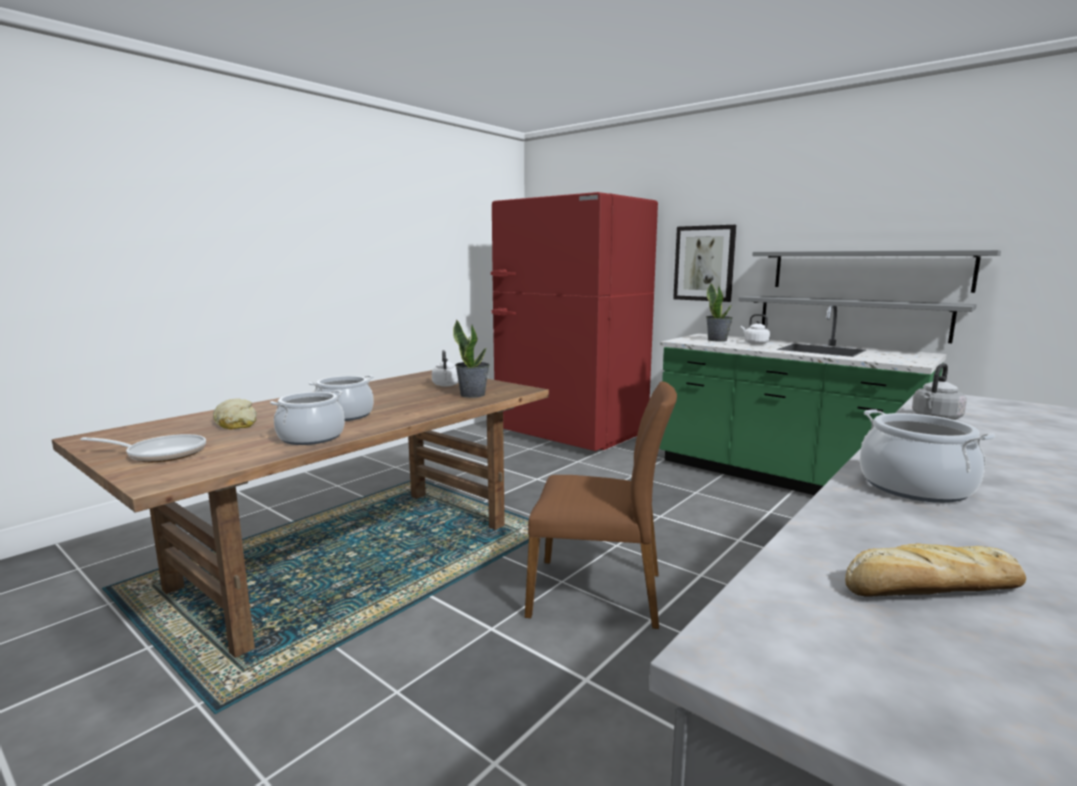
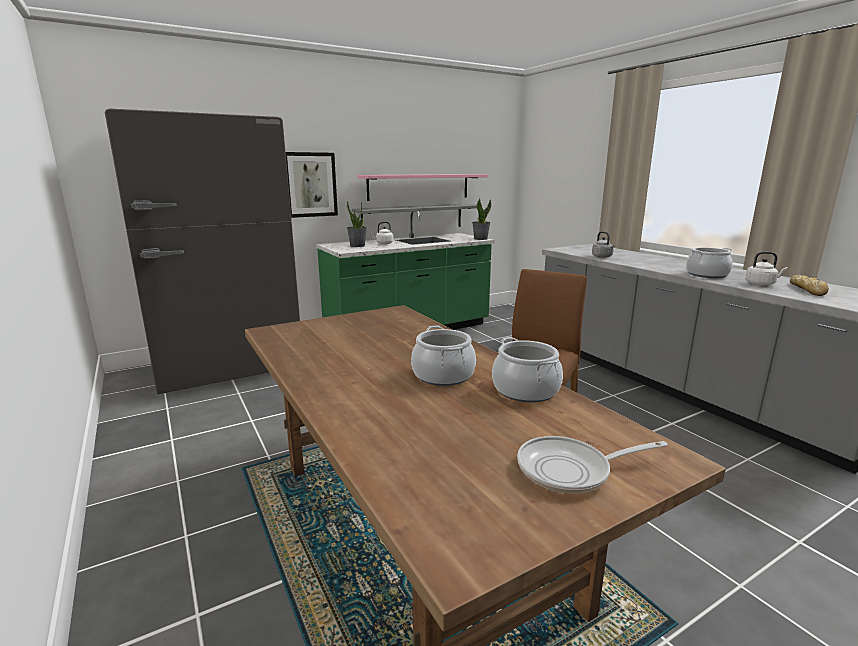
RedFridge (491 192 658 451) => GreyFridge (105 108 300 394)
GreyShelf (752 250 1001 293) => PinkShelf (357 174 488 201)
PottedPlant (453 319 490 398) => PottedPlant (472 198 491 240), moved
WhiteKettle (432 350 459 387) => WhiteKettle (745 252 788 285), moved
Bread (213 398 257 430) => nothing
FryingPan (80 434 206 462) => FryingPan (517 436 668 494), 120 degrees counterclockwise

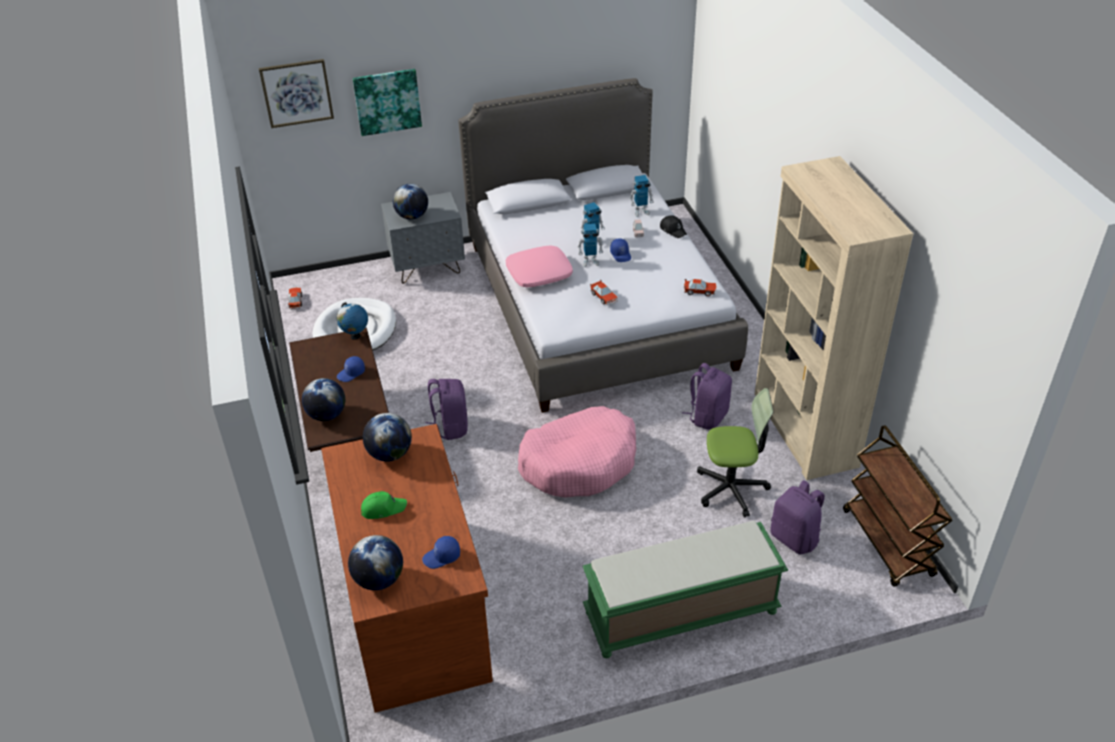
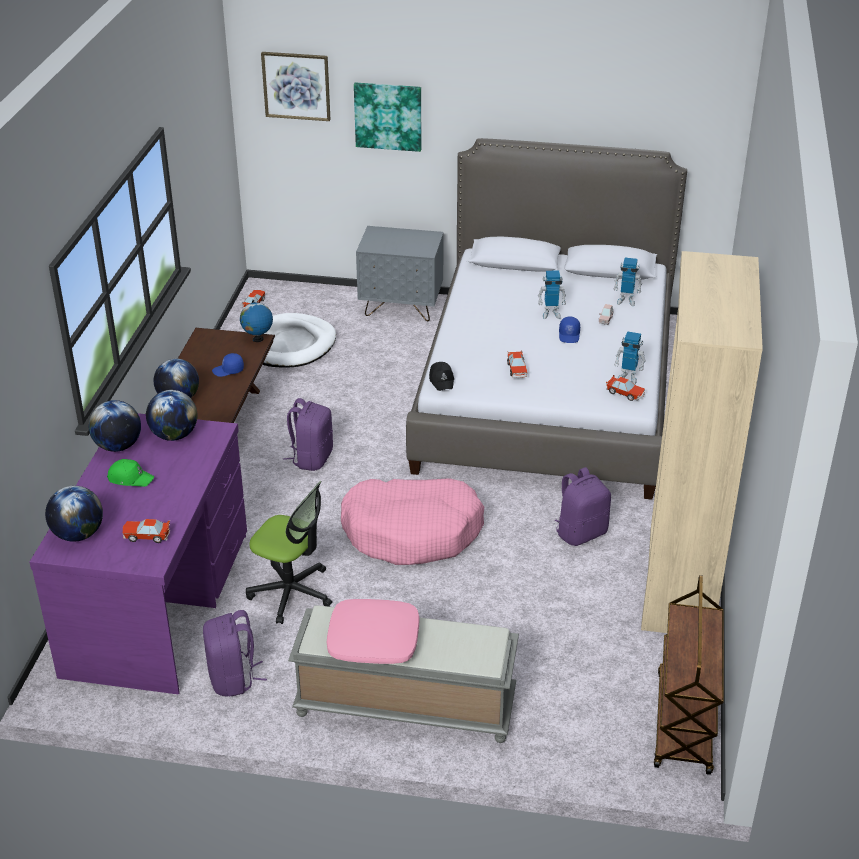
Globe (393 184 428 220) => Globe (89 400 141 452), moved
BlackCap (660 215 687 238) => BlackCap (429 362 454 391), moved
ToyRobot (578 224 603 267) => ToyRobot (614 331 646 384), moved
PinkPillow (506 245 573 287) => PinkPillow (327 599 420 664), moved
OfficeChair (697 388 774 518) => OfficeChair (246 481 332 624), moved
BrownDesk (321 424 493 713) => PurpleDesk (30 413 247 694)
PurpleBackpack (770 480 825 554) => PurpleBackpack (203 610 267 697), moved
GreenBench (582 521 788 658) => GreyBench (288 605 519 743)
BlueCap (422 536 460 569) => ToyCar (123 519 170 543)

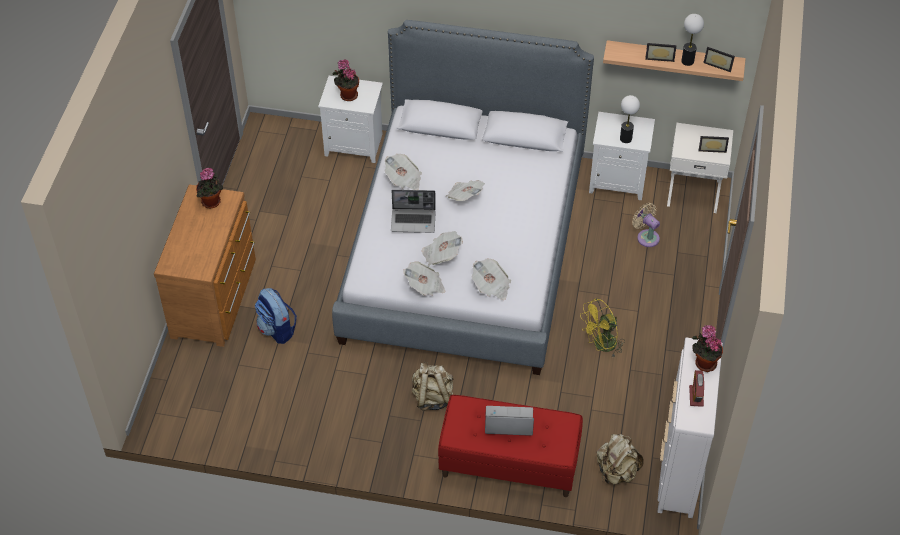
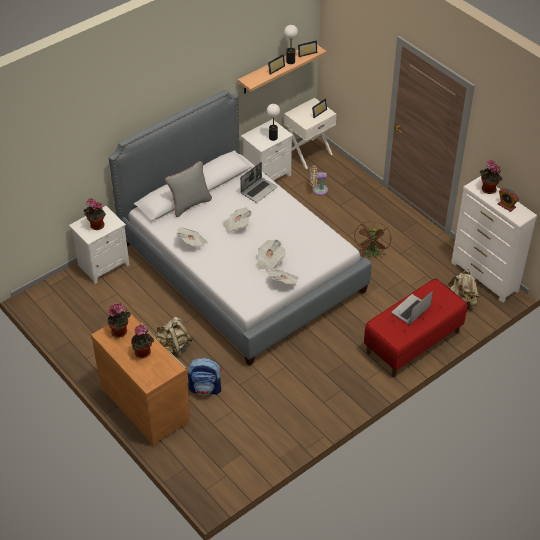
Laptop (391 190 436 233) => Laptop (240 162 277 203), moved
Newspaper (472 259 511 300) => nothing
YellowFan (580 298 625 357) => BrownFan (354 221 391 257)
BeigeBackpack (412 362 453 411) => BeigeBackpack (155 317 193 357), moved
nothing => GreyPillow (165 161 212 217)
nothing => PottedPlant (131 324 154 358)

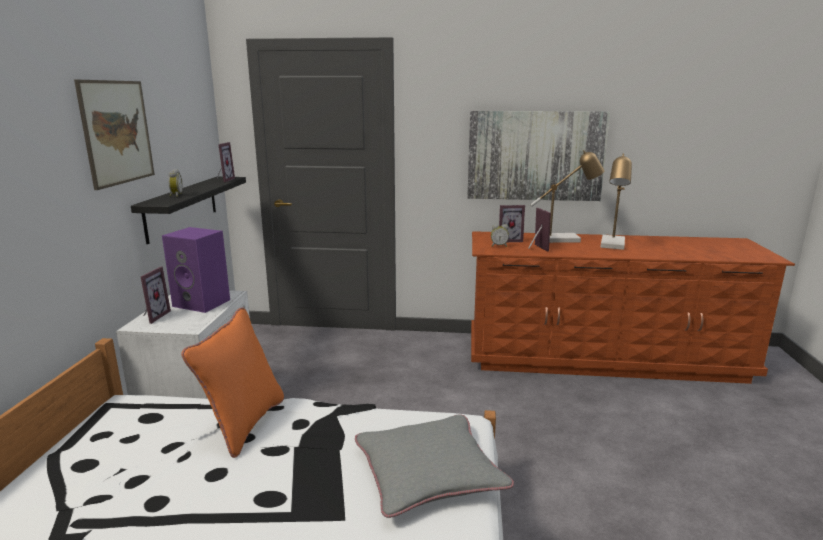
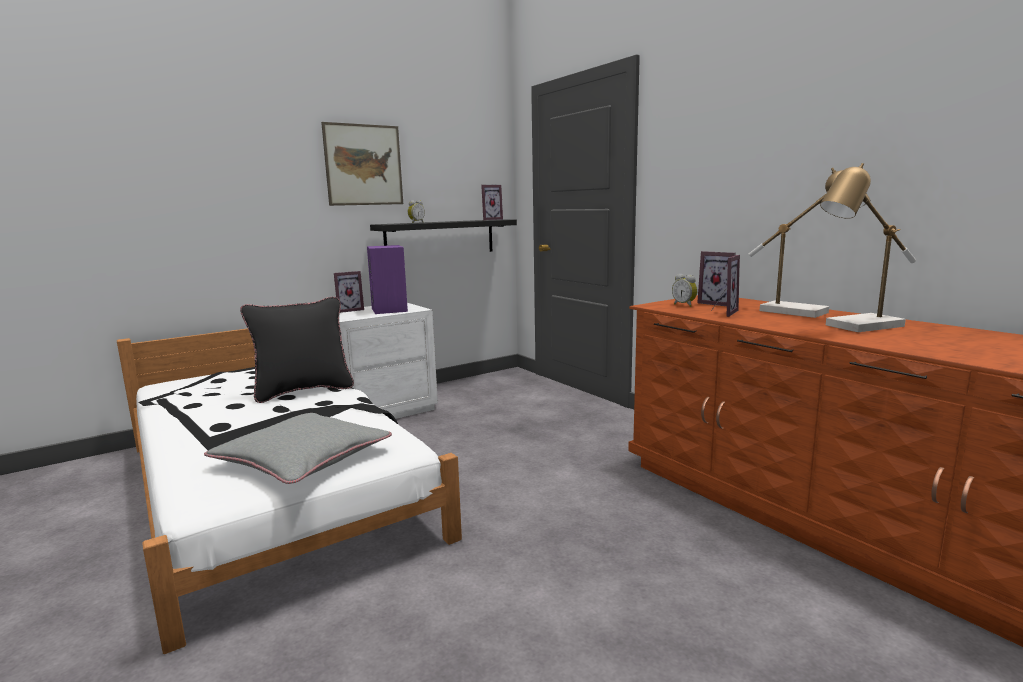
Picture (467 111 610 201) => nothing
OrangePillow (181 307 284 458) => BlackPillow (240 297 354 403)

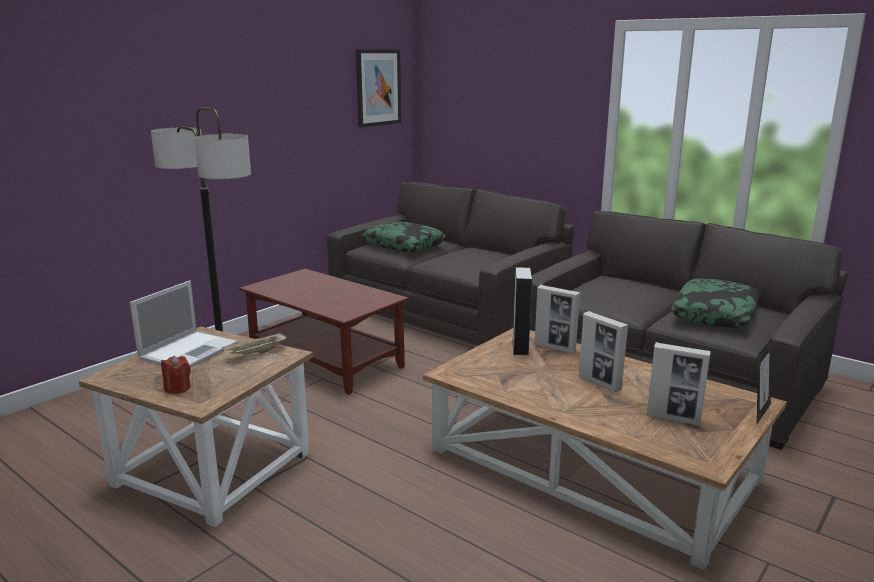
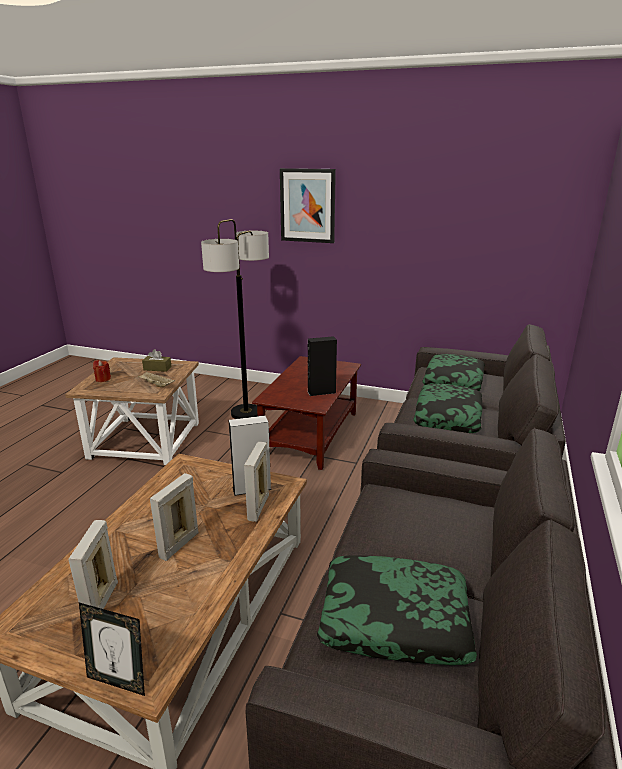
Picture (356 49 401 127) => Picture (280 168 336 243), moved
Laptop (130 280 238 367) => BrownTissueBox (142 349 172 372)
nothing => BlackSpeaker (308 336 337 396)
nothing => Pillow (413 384 482 433)

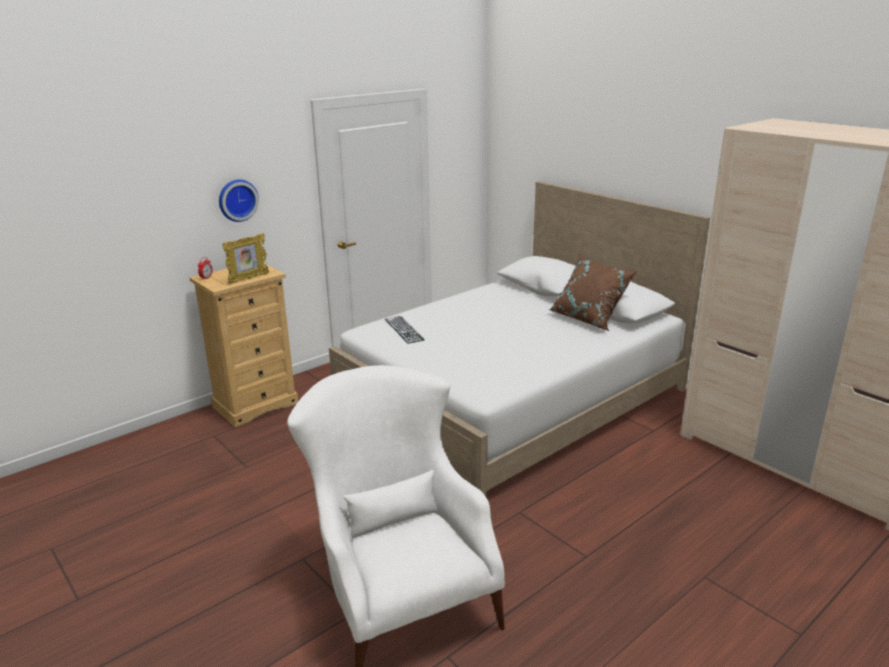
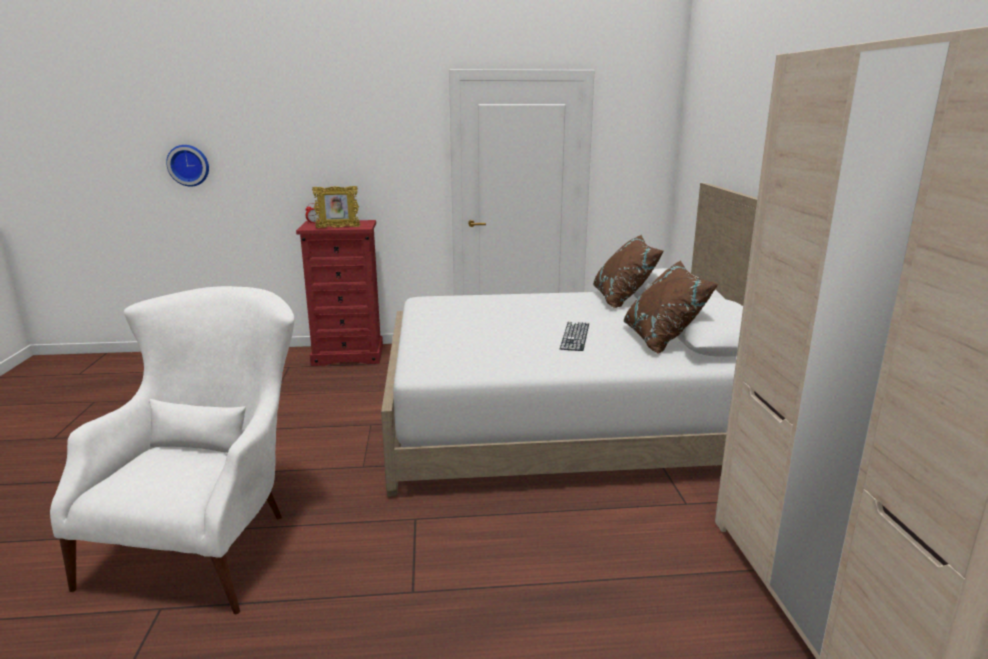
WallClock (219 179 259 222) => WallClock (166 145 209 187), moved
BeigeDresser (189 264 298 427) => RedDresser (296 220 383 366)
Keyboard (385 316 425 344) => Keyboard (560 322 589 351), moved
nothing => BrownPillow (593 235 663 308)

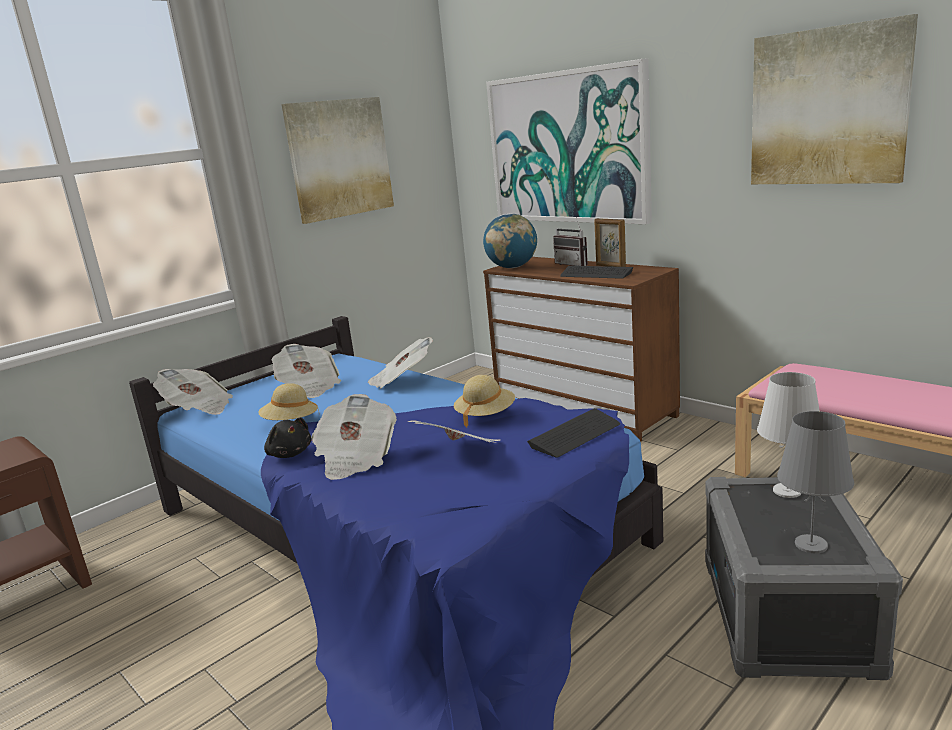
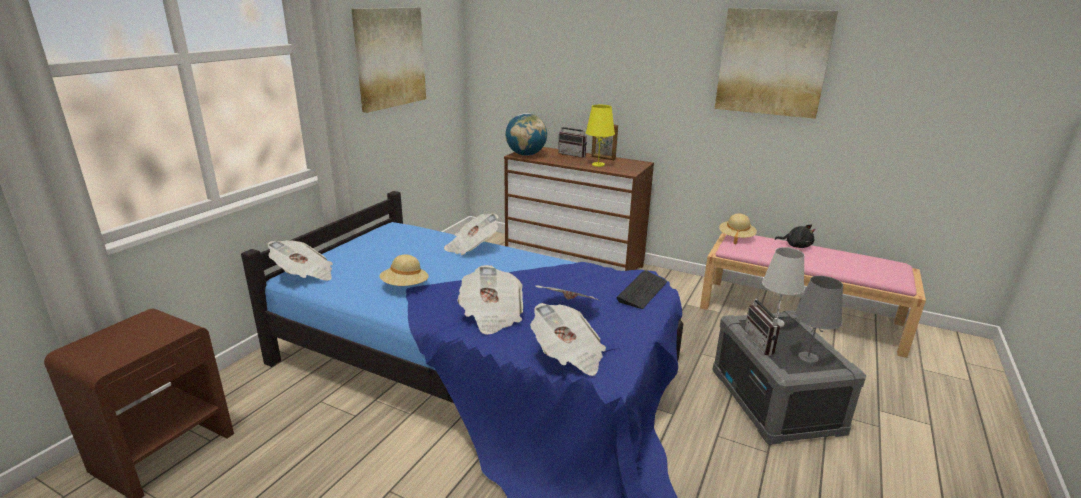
Picture (486 59 652 224) => nothing
Keyboard (560 266 633 279) => YellowTableLamp (586 105 615 167)
Newspaper (272 344 341 398) => Newspaper (530 303 606 376), moved
BeigeHat (454 375 515 427) => BeigeHat (719 214 757 245), moved
BlackPlushToy (264 417 311 458) => BlackPlushToy (775 225 816 248), moved
nothing => Radio (744 296 782 356)

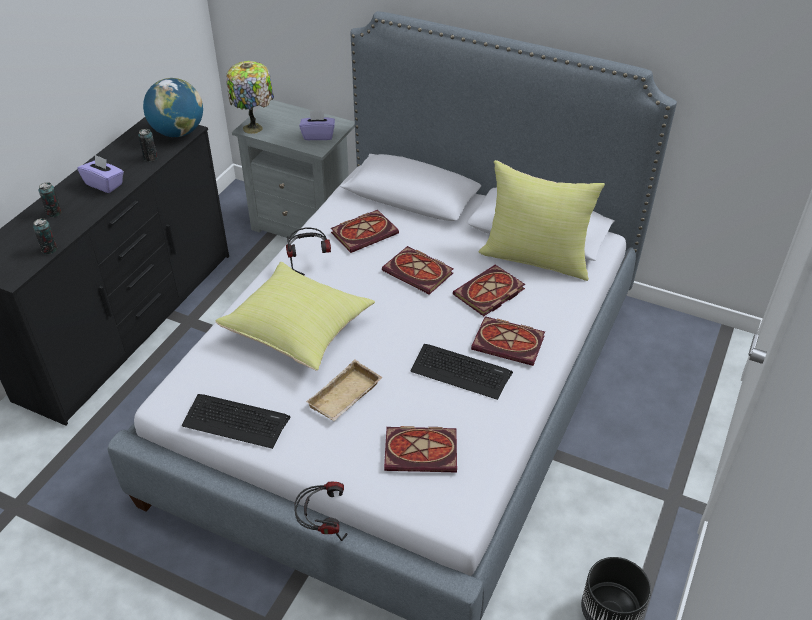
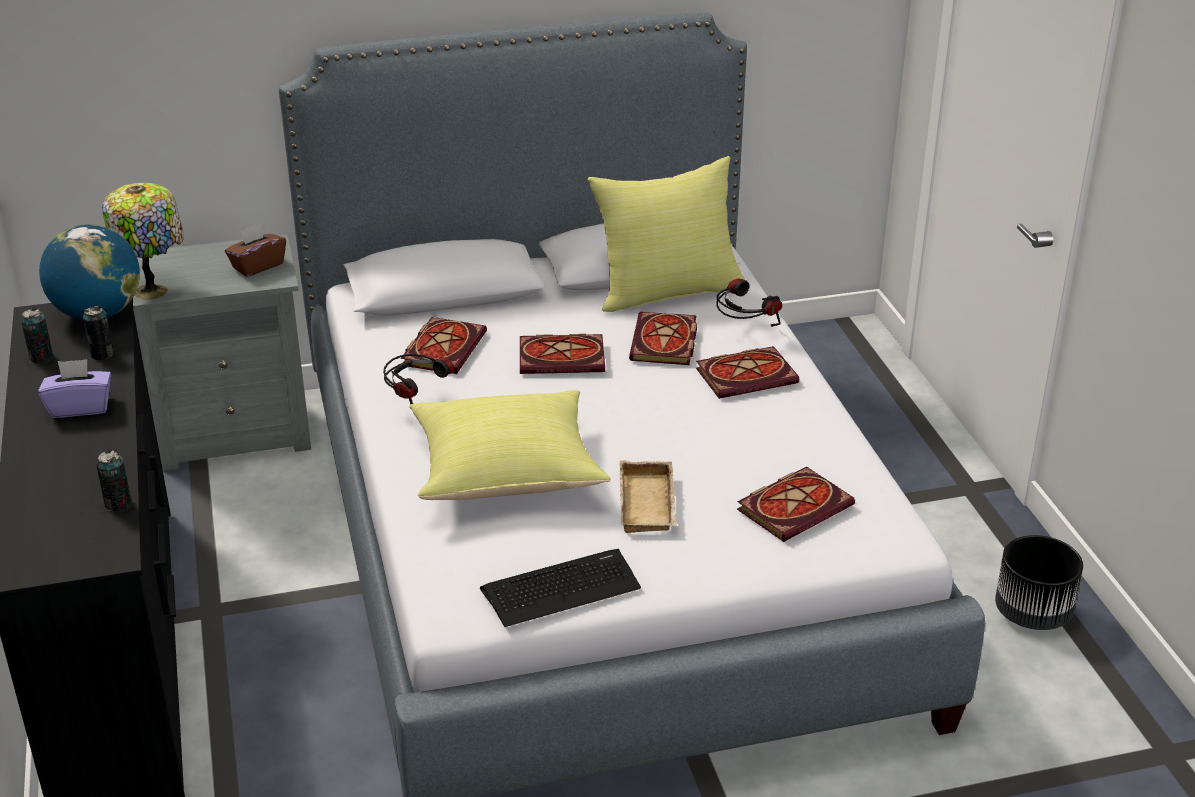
PurpleTissueBox (299 111 335 140) => BrownTissueBox (225 224 286 277)
Can (39 182 62 217) => Can (21 308 53 363), moved
Keyboard (410 344 513 400) => nothing
Headphones (294 482 348 541) => Headphones (716 278 782 327), moved

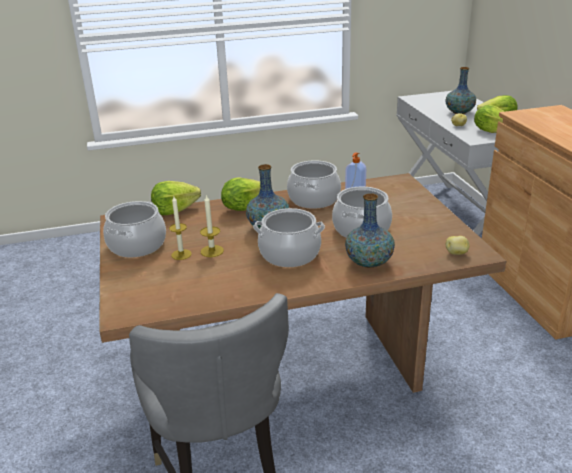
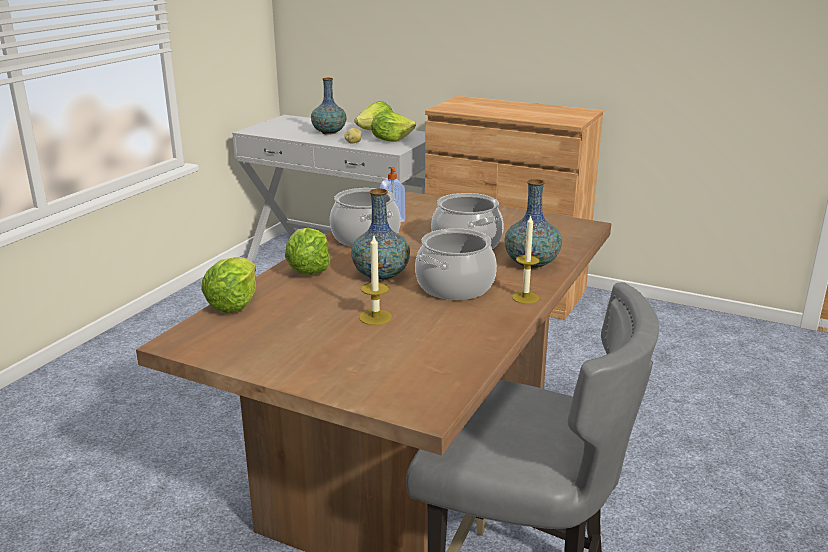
Candle (169 196 192 260) => Candle (512 215 540 304), moved
CookingPot (103 201 166 257) => nothing
Potato (446 236 470 255) => nothing

